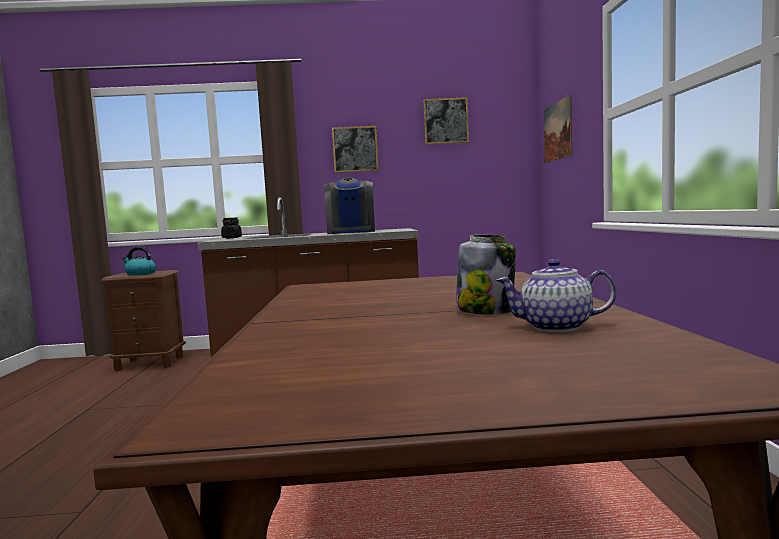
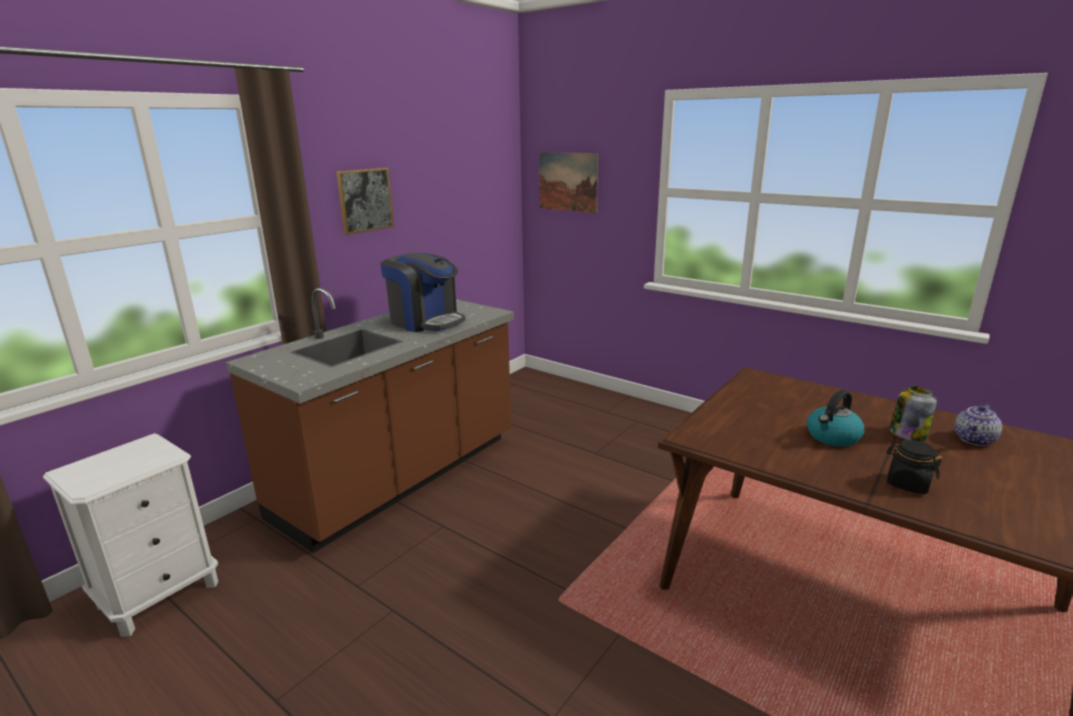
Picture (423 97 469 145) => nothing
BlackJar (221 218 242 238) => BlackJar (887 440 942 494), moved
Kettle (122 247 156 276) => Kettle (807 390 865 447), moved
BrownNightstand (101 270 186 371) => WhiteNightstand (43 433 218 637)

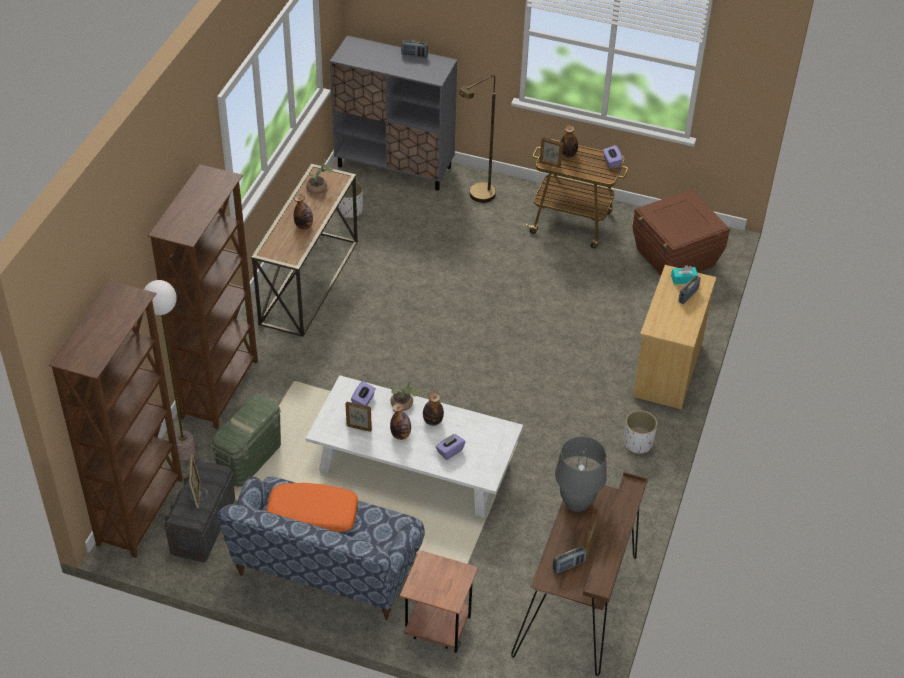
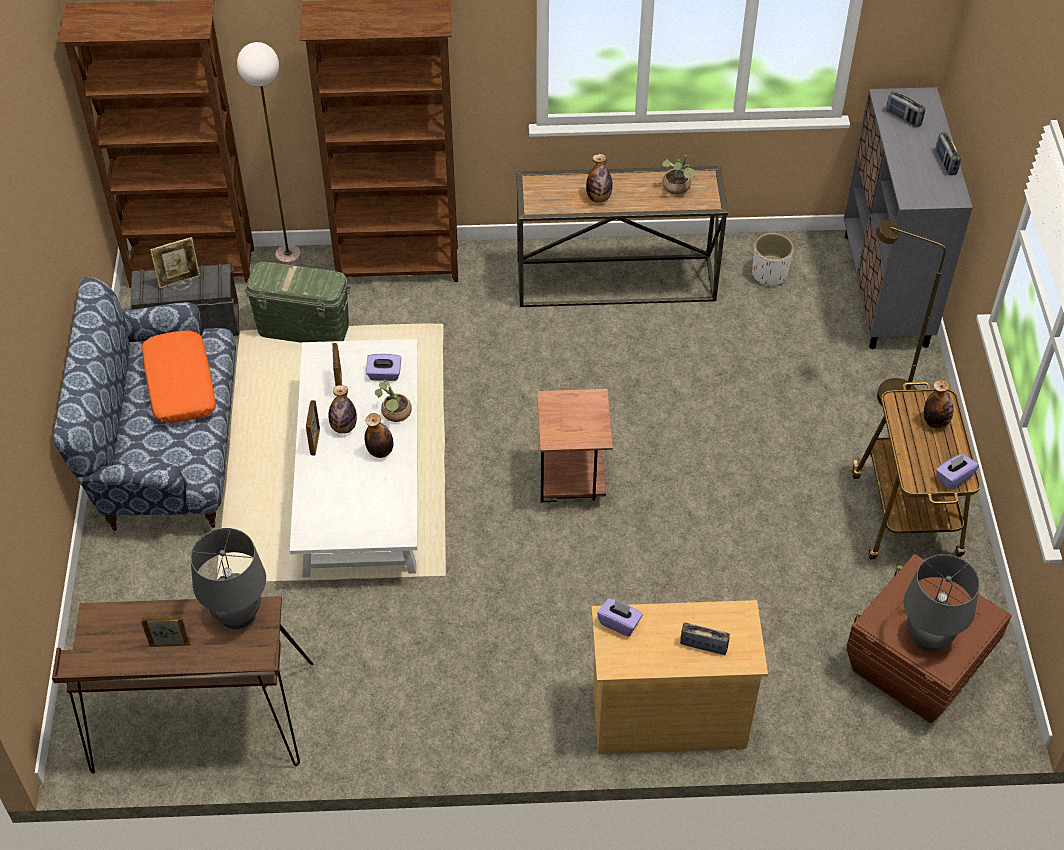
PictureFrame (540 137 563 168) => PictureFrame (306 400 320 455), moved
TurquoiseTissueBox (671 265 698 284) => nothing
WhitePlanter (624 410 658 454) => nothing
PurpleTissueBox (435 434 465 460) => PurpleTissueBox (597 598 643 637), moved
Radio (553 546 587 574) => Radio (886 91 926 127), moved
BrownSideTable (400 550 478 653) => BrownSideTable (537 389 613 502), moved
nothing => GreyTableLamp (904 554 980 652)

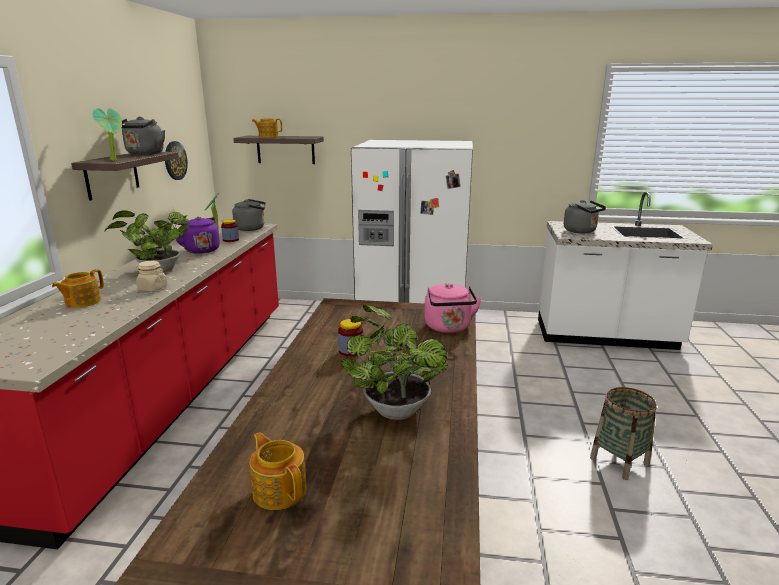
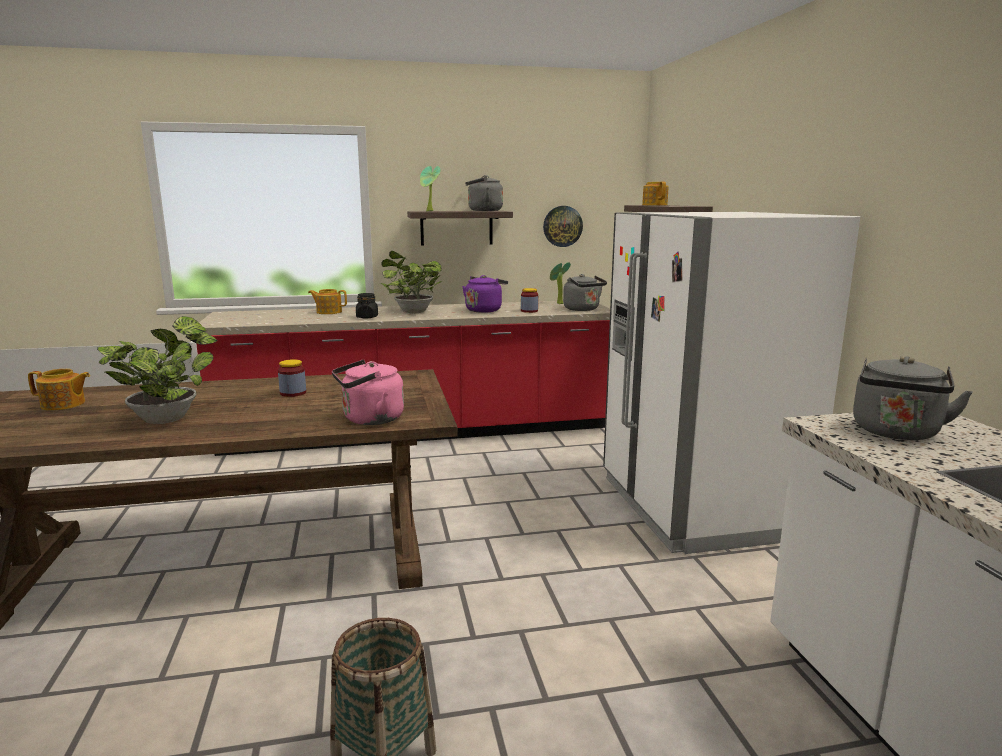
BeigeJar (136 261 167 291) => BlackJar (356 293 378 318)
Teapot (249 432 307 510) => Teapot (28 369 90 411), 60 degrees clockwise

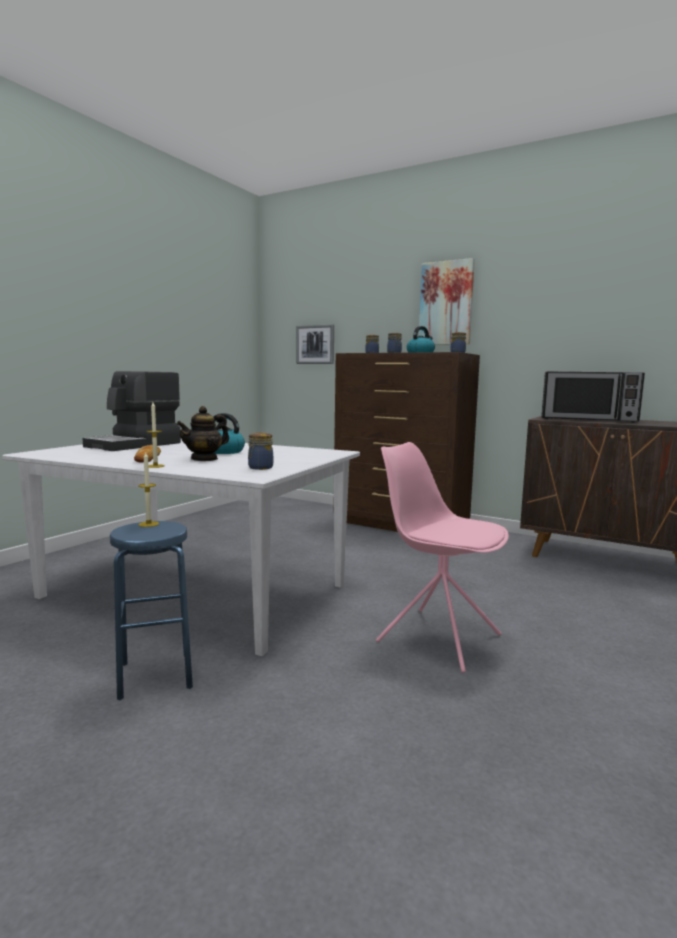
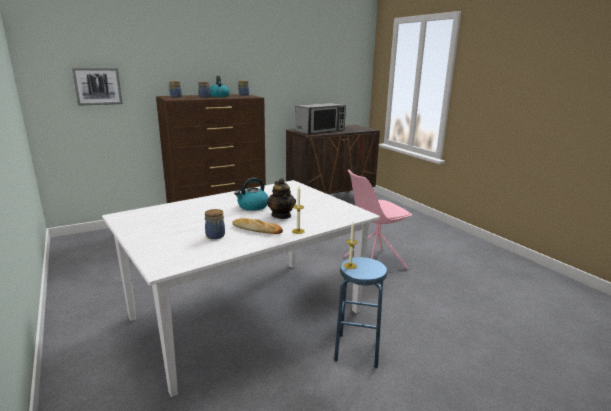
Picture (419 258 475 345) => nothing
CoffeeMachine (82 371 181 451) => nothing
Jar (248 433 273 470) => Jar (205 209 225 239), moved

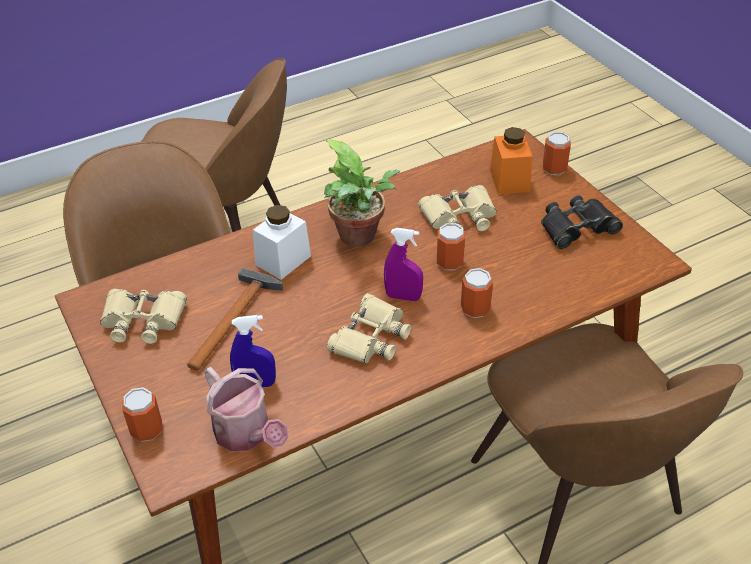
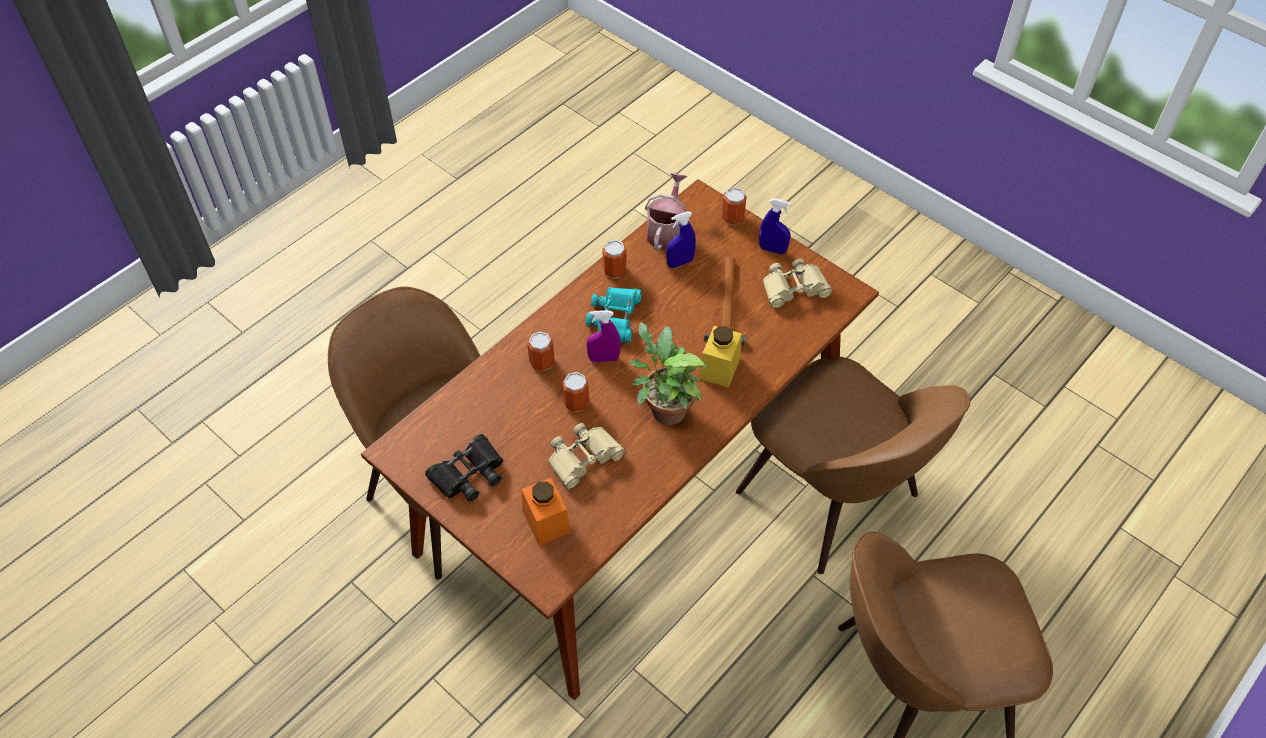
Can (543 132 571 175) => Can (602 240 626 279), moved
WhiteJar (253 205 311 280) => YellowJar (699 326 742 388)
BeigeBinoculars (327 293 411 364) => TurquoiseBinoculars (586 287 642 343)
WateringCan (204 367 288 451) => WateringCan (645 173 687 251), 75 degrees clockwise
nothing => BlueSprayBottle (759 198 792 254)

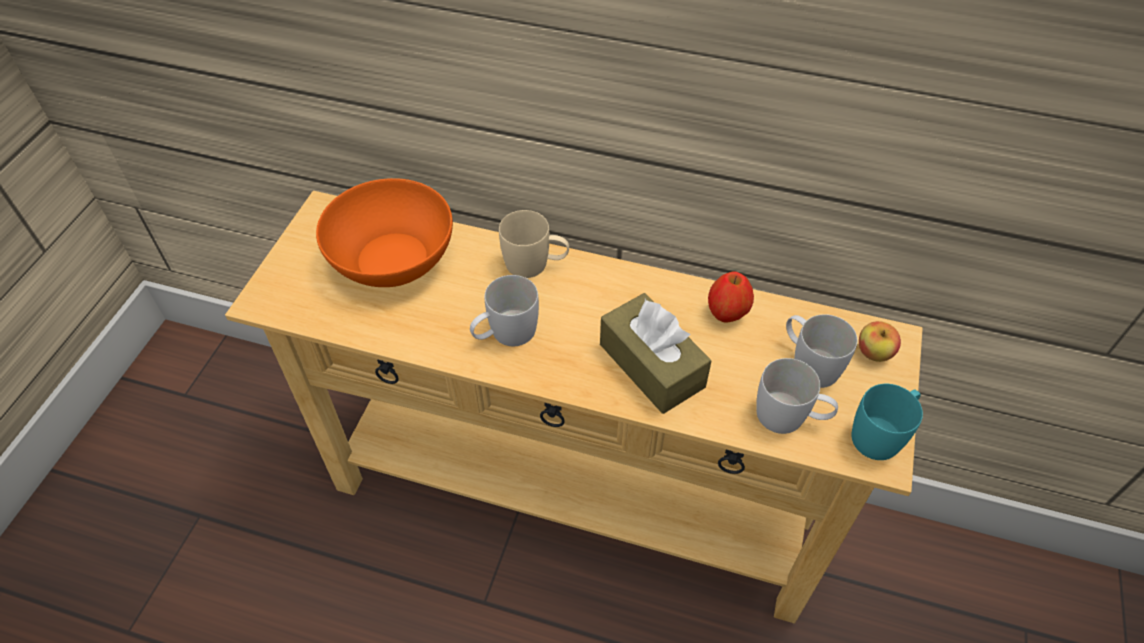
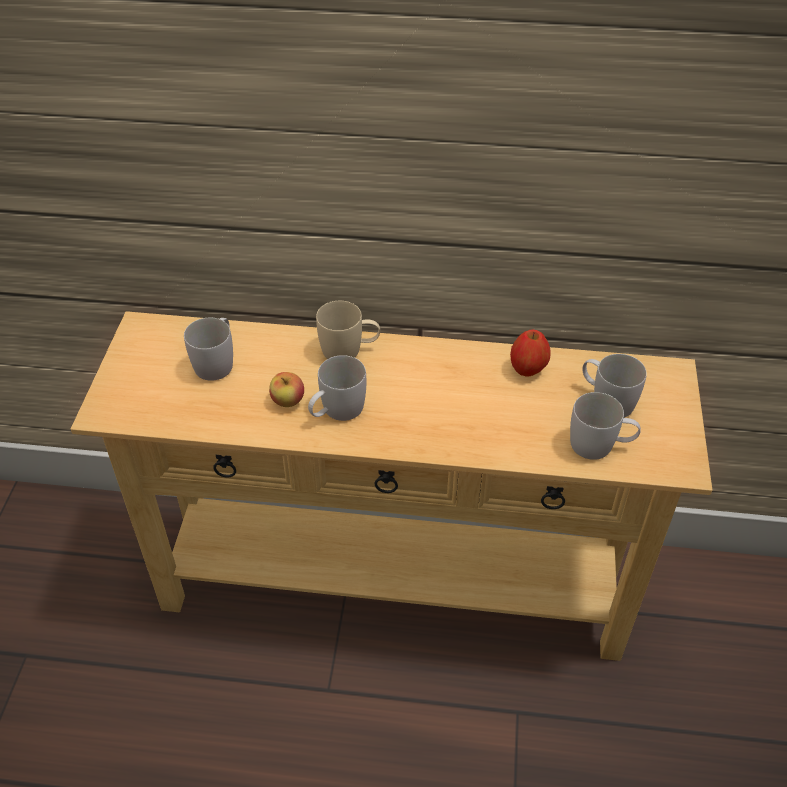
OrangeBowl (316 178 453 287) => WhiteMug (184 318 233 381)
BrownTissueBox (600 293 712 414) => nothing
Apple (859 321 901 362) => Apple (269 372 304 407), moved
TurquoiseMug (852 384 923 460) => nothing

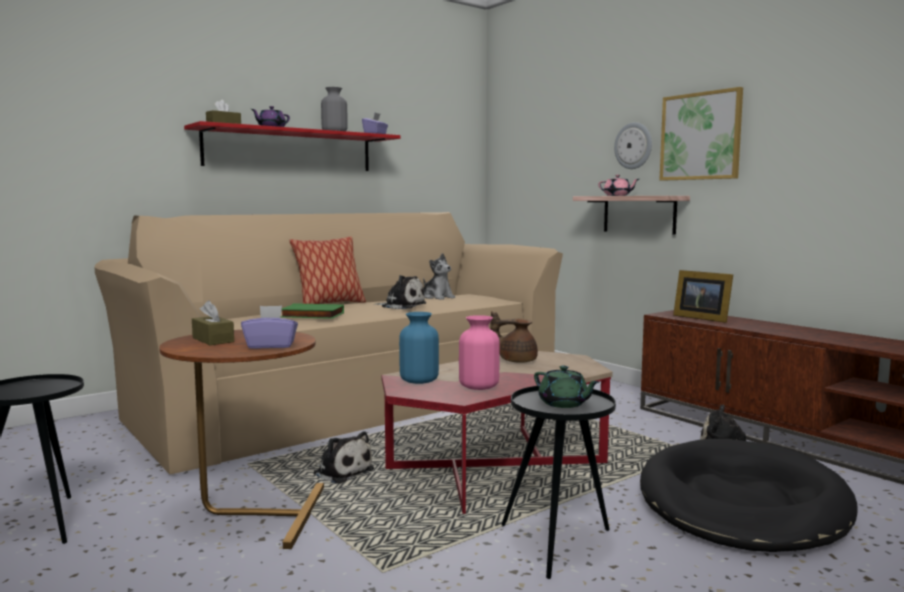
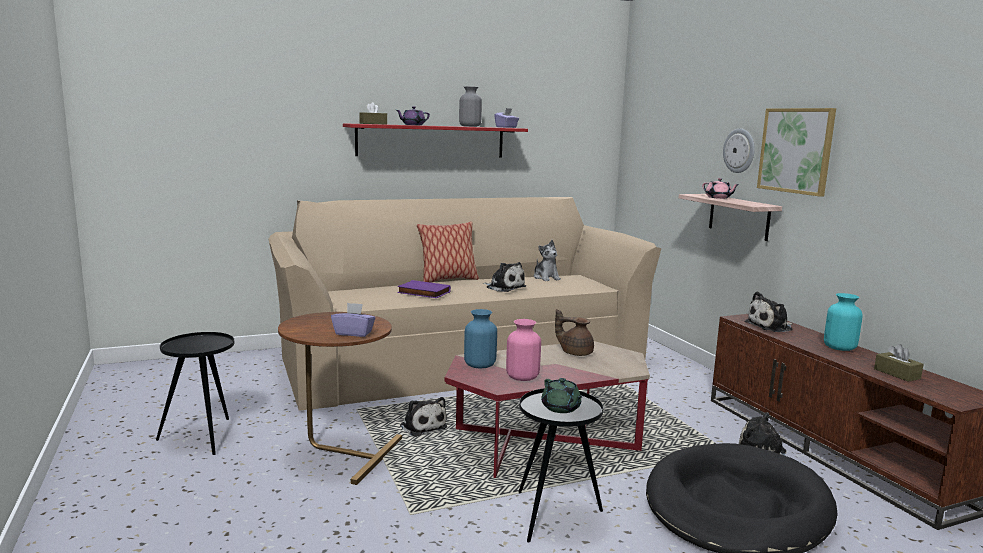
PictureFrame (673 270 733 323) => PlushToy (745 292 793 332)
BrownTissueBox (192 300 234 345) => BrownTissueBox (874 344 924 381), moved
GreenBook (281 303 344 319) => PurpleBook (397 280 451 298)
nothing => TurquoiseVase (824 293 863 351)

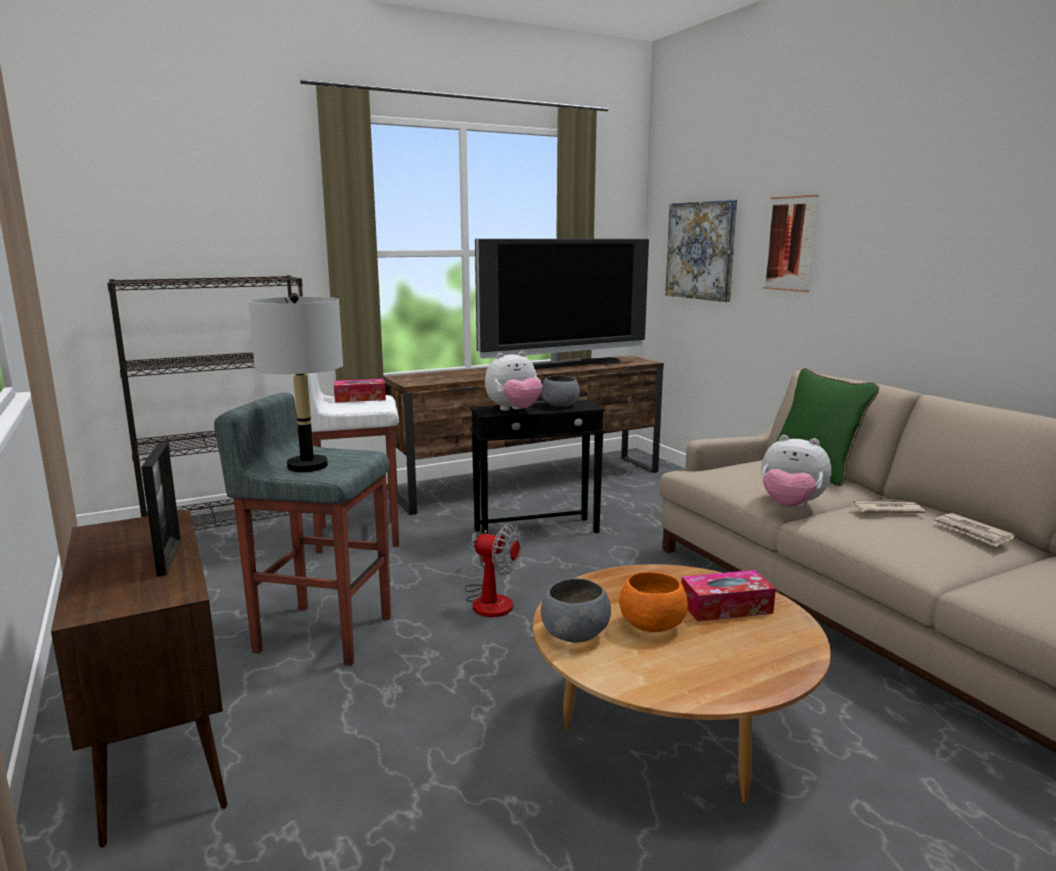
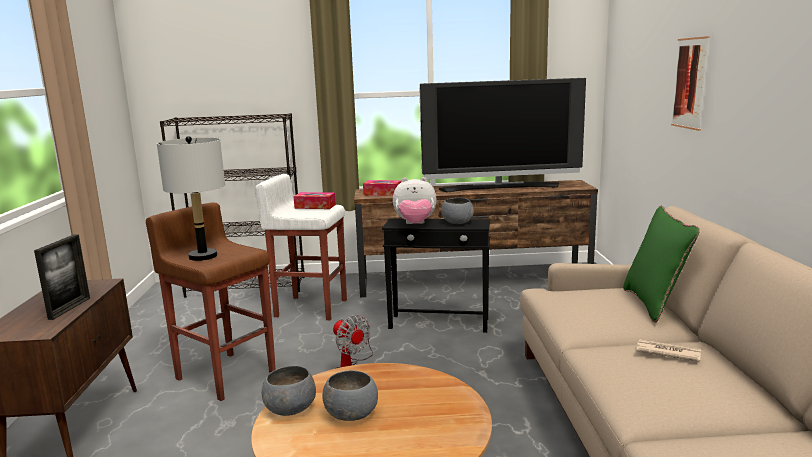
Picture (665 199 737 302) => nothing
GreyStool (214 393 391 666) => BrownStool (146 202 276 401)
PlushToy (761 435 831 507) => nothing
Newspaper (933 513 1015 547) => nothing
TissueBox (682 570 776 622) => TissueBox (363 180 401 196), moved
OrangeBowl (619 572 688 632) => GreyBowl (322 370 378 421)

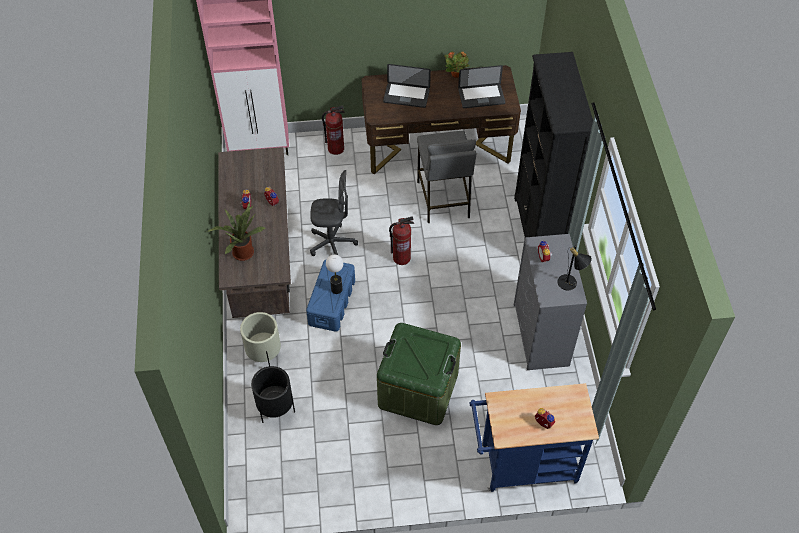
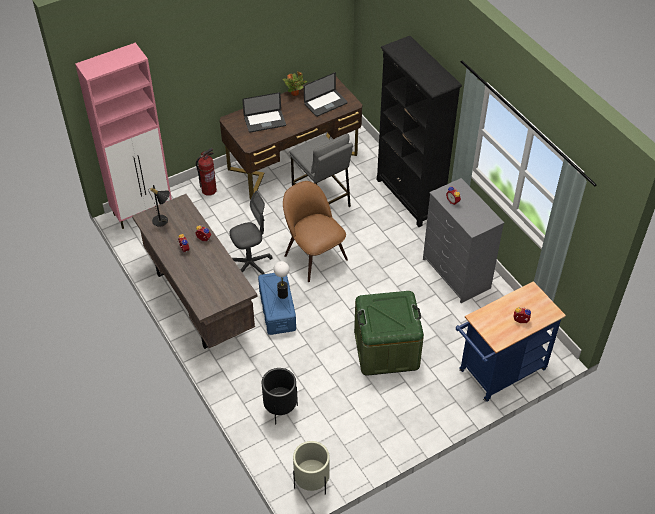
PottedPlant (207 201 265 261) => nothing
FireExtinguisher (389 216 414 265) => BrownChair (283 181 348 282)
BlackTableLamp (558 245 592 291) => BlackTableLamp (149 185 170 227), moved
BeigePlanter (240 312 281 366) => BeigePlanter (293 441 330 495), moved

